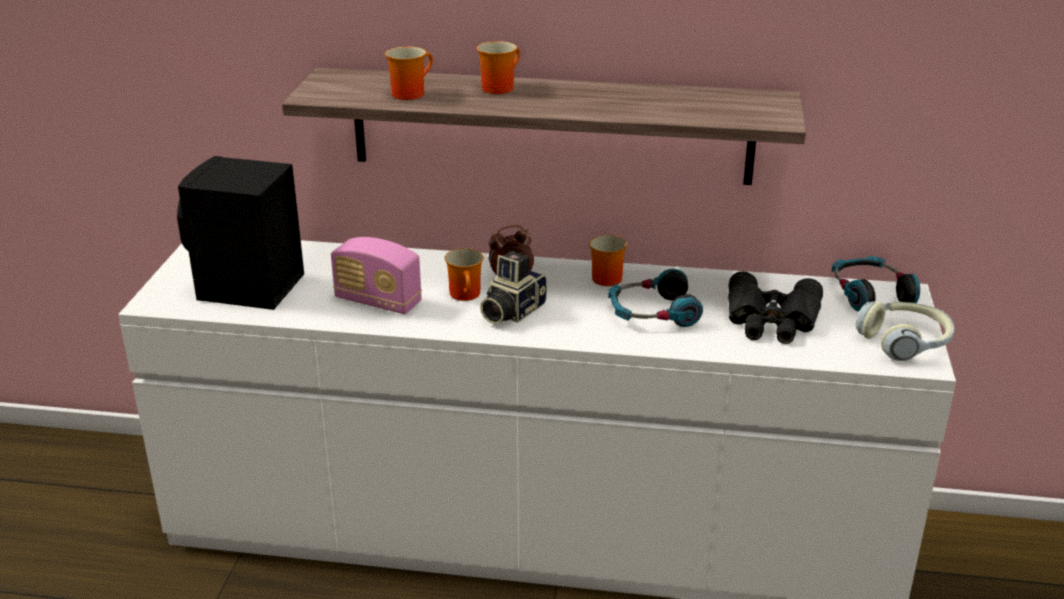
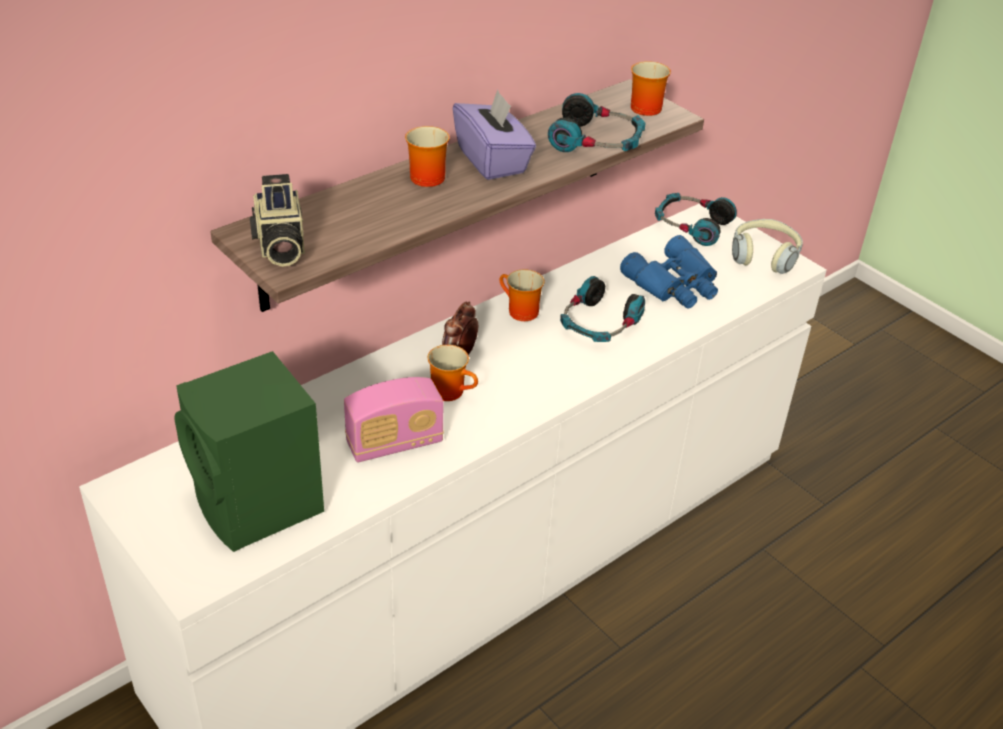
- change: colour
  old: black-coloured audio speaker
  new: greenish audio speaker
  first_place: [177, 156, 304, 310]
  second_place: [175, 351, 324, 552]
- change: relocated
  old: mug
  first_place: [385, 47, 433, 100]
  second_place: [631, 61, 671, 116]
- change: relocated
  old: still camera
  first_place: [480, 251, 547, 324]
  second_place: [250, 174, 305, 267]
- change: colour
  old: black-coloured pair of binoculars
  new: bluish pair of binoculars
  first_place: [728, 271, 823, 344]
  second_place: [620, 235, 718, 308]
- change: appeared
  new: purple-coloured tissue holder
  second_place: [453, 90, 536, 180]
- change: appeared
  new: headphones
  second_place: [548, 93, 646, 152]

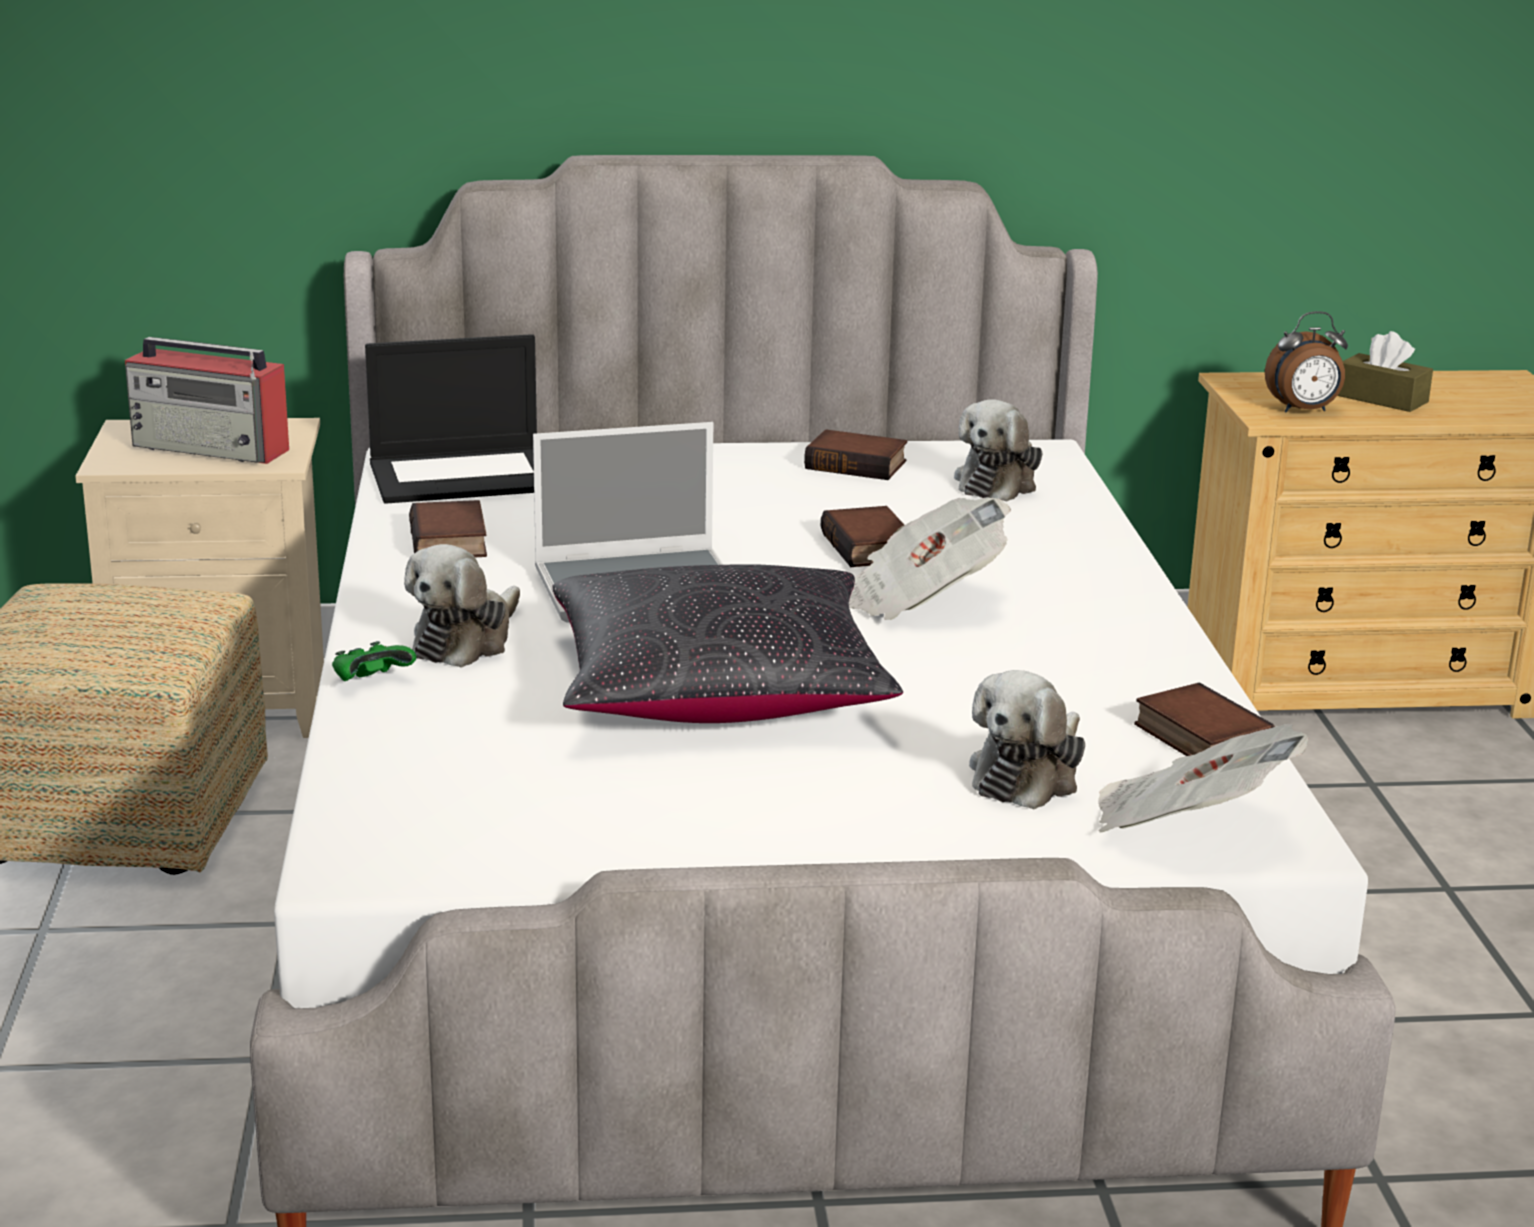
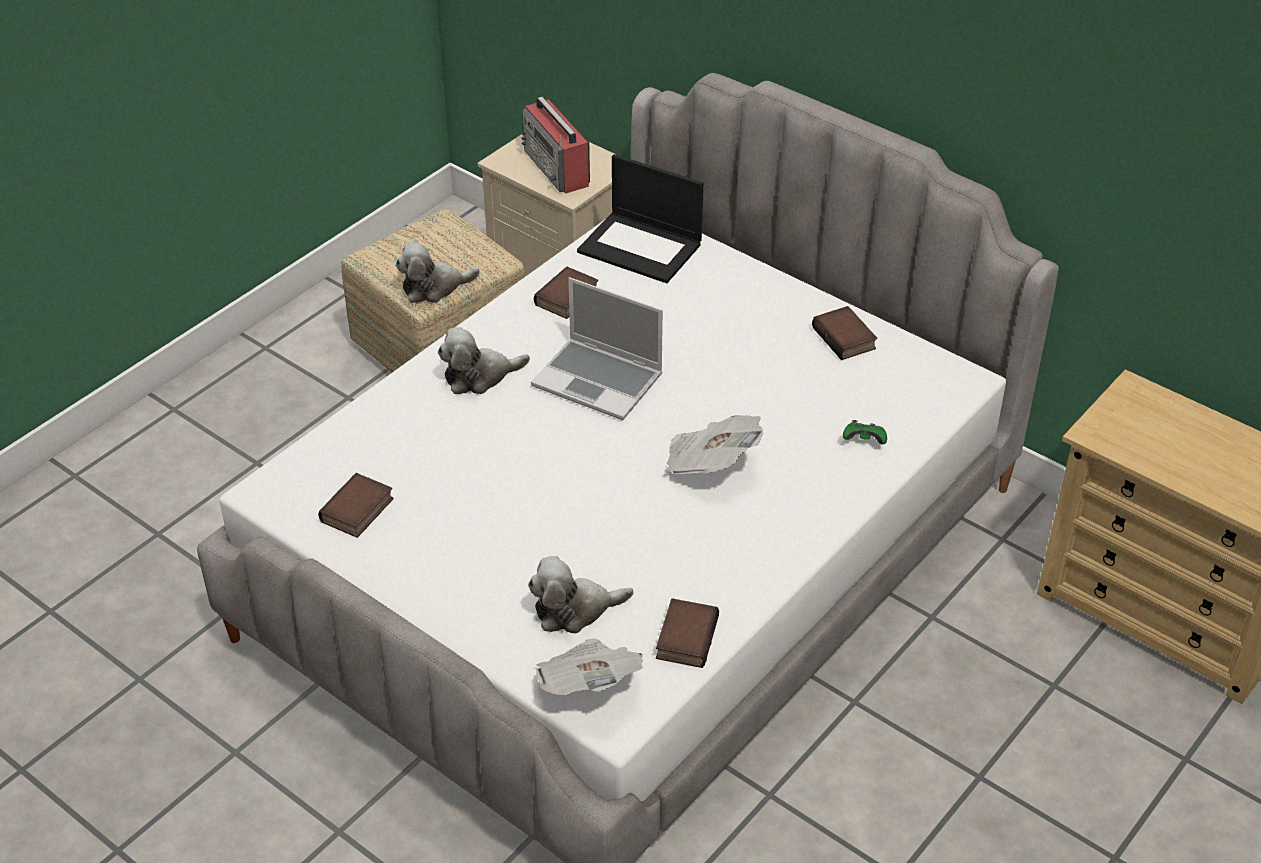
- change: relocated
  old: greenish game controller
  first_place: [332, 641, 416, 681]
  second_place: [843, 420, 887, 445]
- change: missing
  old: black-coloured cushion
  first_place: [552, 564, 903, 723]
- change: relocated
  old: book
  first_place: [821, 506, 904, 567]
  second_place: [318, 473, 393, 538]
- change: relocated
  old: cuddly toy
  first_place: [954, 399, 1043, 502]
  second_place: [396, 242, 480, 303]
- change: missing
  old: bedside clock
  first_place: [1265, 311, 1348, 412]
- change: missing
  old: brown-coloured tissue holder
  first_place: [1337, 331, 1433, 412]

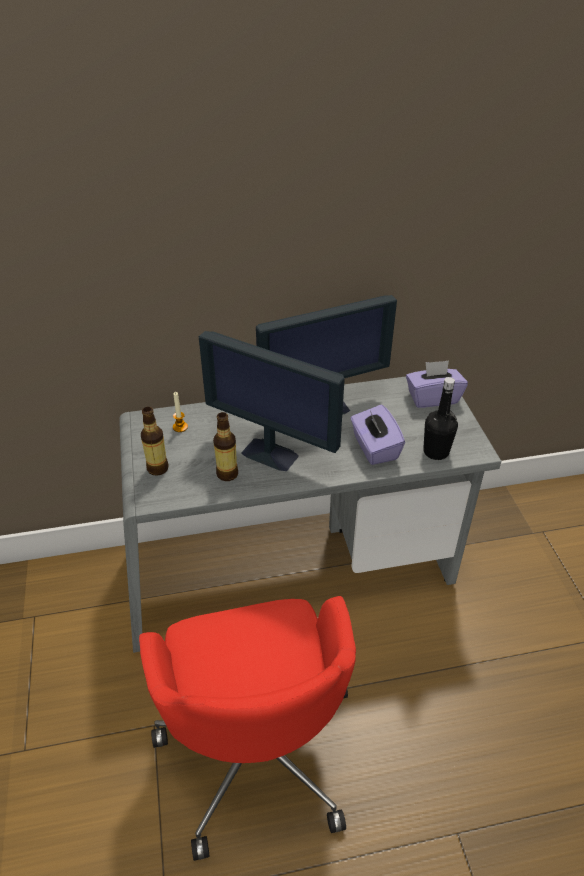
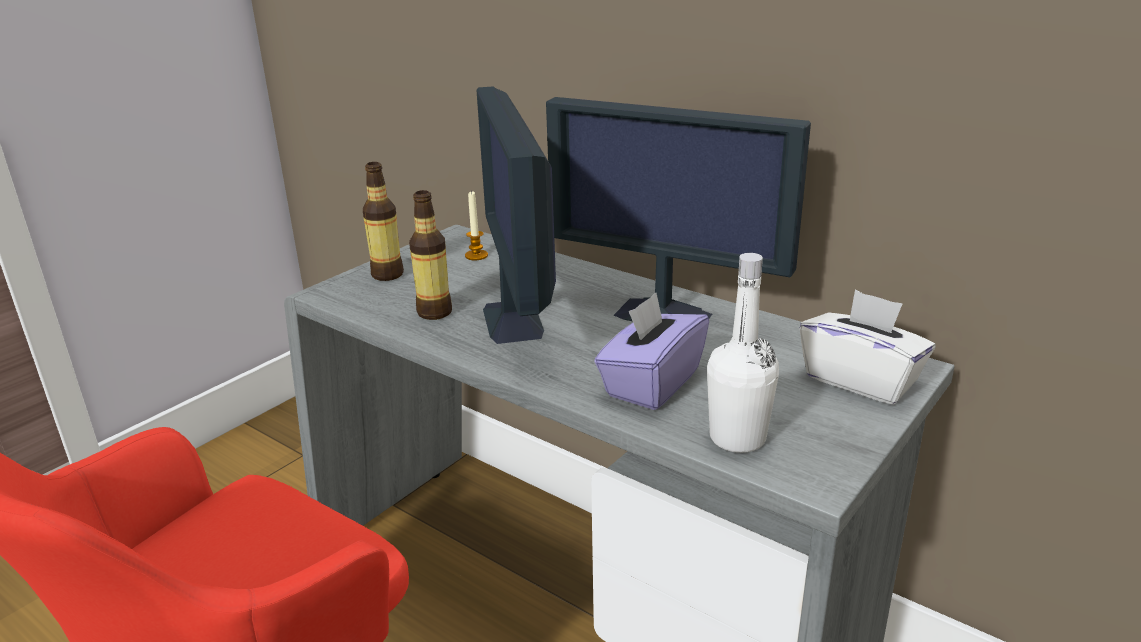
- change: colour
  old: purple-coloured tissue holder
  new: white tissue holder
  first_place: [406, 361, 468, 408]
  second_place: [800, 290, 935, 405]
- change: colour
  old: black-coloured beverage bottle
  new: white beverage bottle
  first_place: [423, 377, 458, 460]
  second_place: [707, 253, 779, 453]

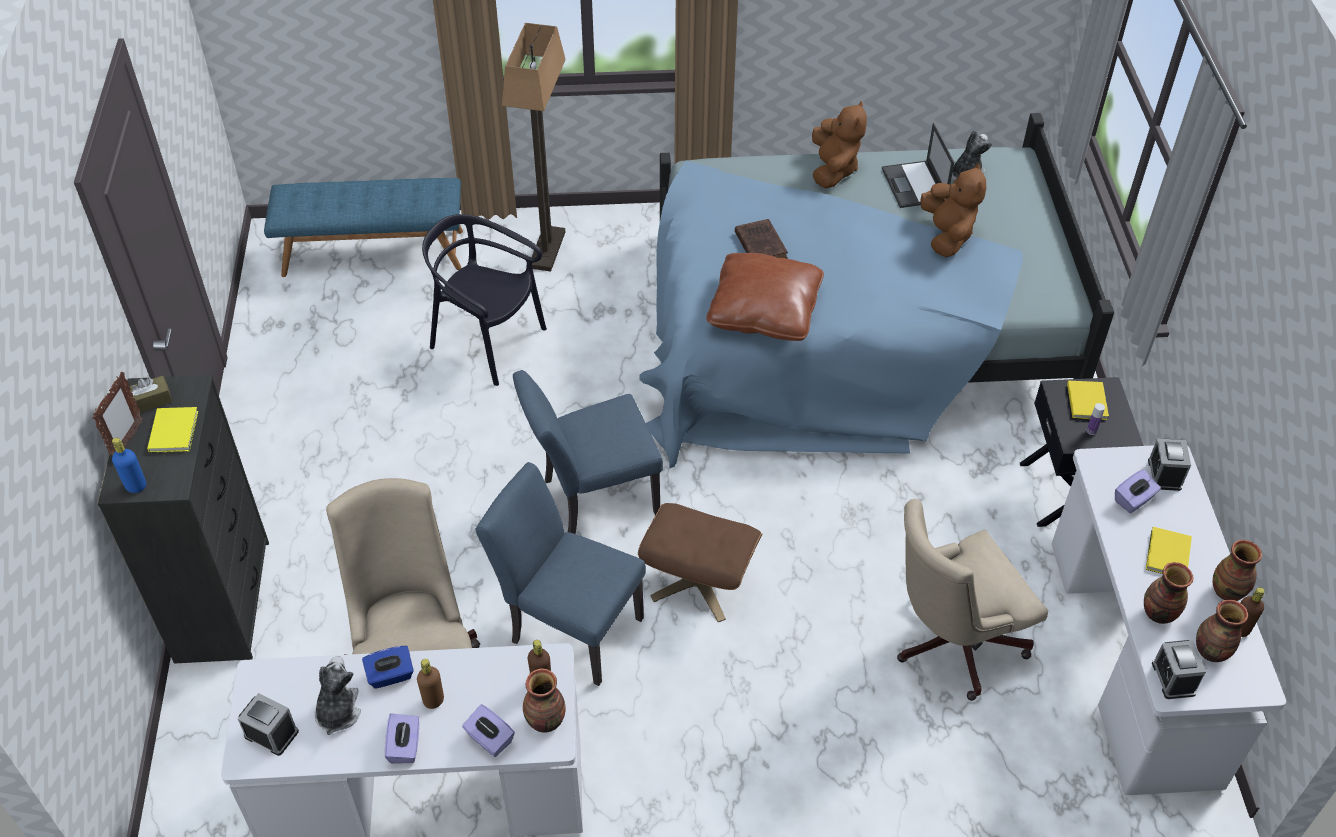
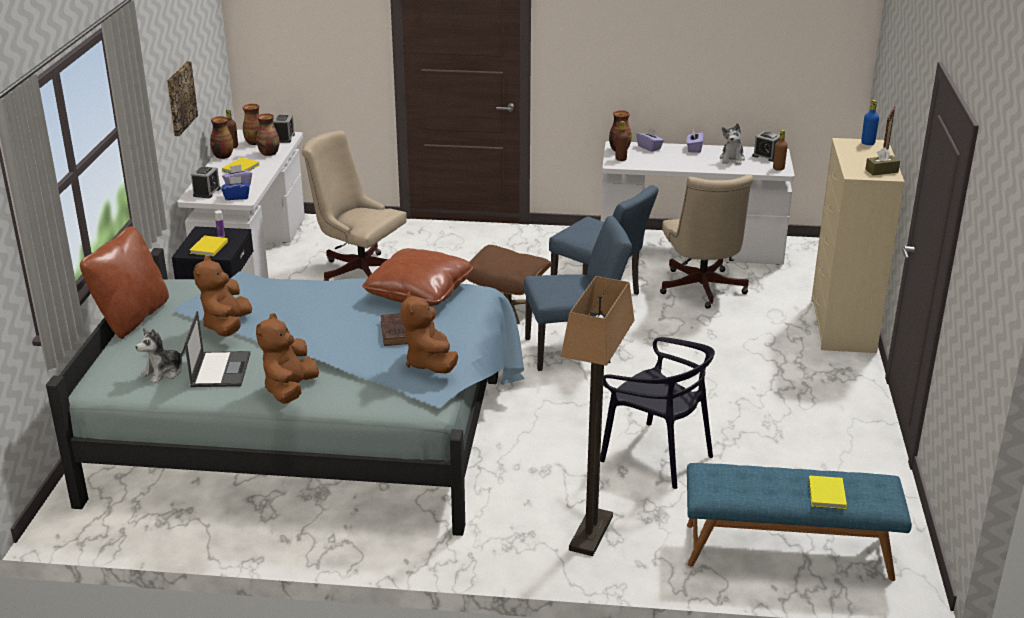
- change: colour
  old: black-coloured chest of drawers
  new: beige-coloured chest of drawers
  first_place: [98, 375, 269, 664]
  second_place: [811, 138, 905, 353]
- change: relocated
  old: yellow book
  first_place: [147, 407, 198, 453]
  second_place: [808, 475, 847, 509]
- change: relocated
  old: bluish tissue holder
  first_place: [362, 646, 414, 689]
  second_place: [221, 176, 250, 200]
- change: relocated
  old: brown-coloured beverage bottle
  first_place: [417, 659, 444, 709]
  second_place: [773, 130, 788, 171]
- change: spun
  old: beige-coloured desk chair
  first_place: [897, 499, 1048, 701]
  second_place: [302, 130, 407, 281]
  degrees: -135
- change: appeared
  new: brown-coloured cushion
  second_place: [80, 226, 169, 339]
- change: appeared
  new: picture
  second_place: [167, 61, 198, 136]
- change: appeared
  new: brown-coloured cuddly toy
  second_place: [400, 292, 458, 373]

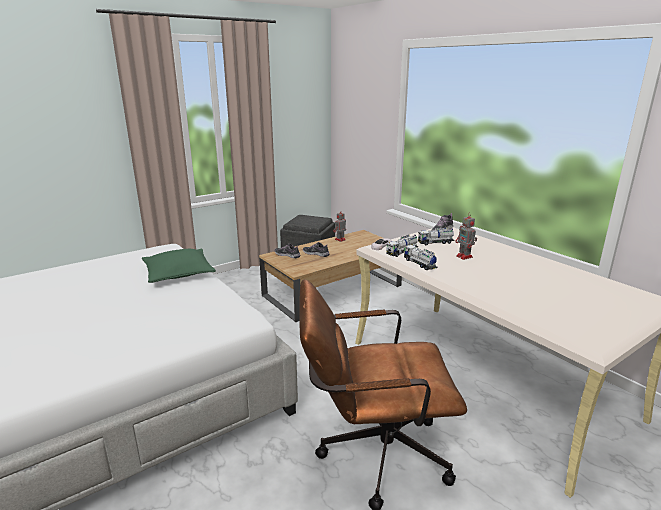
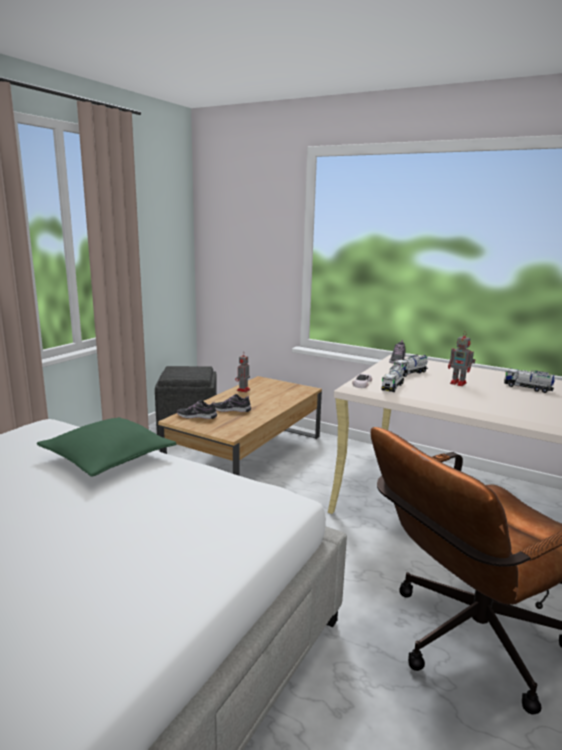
- change: relocated
  old: model truck
  first_place: [404, 245, 438, 270]
  second_place: [504, 368, 554, 393]

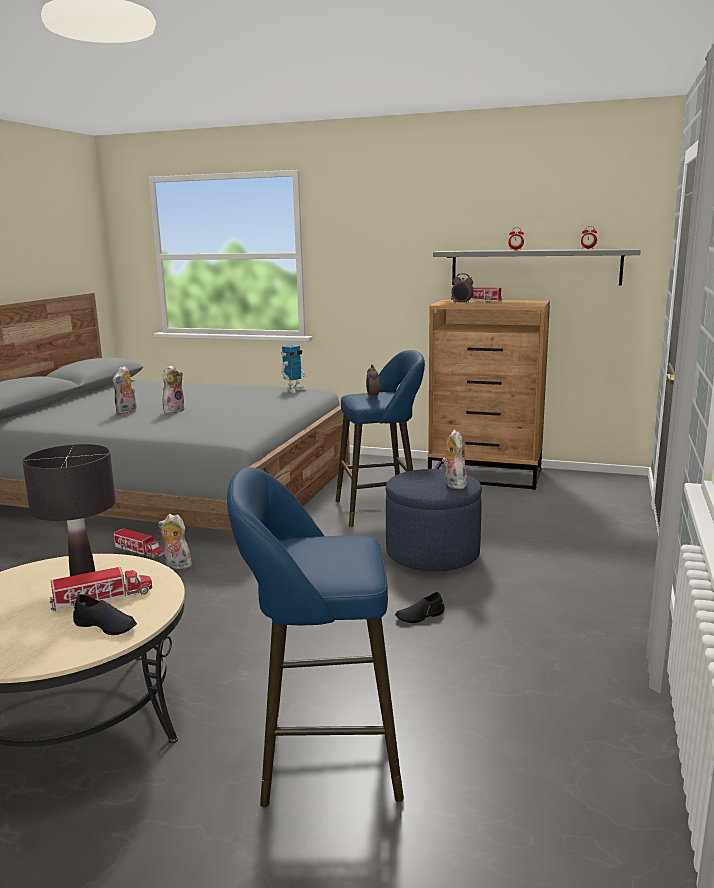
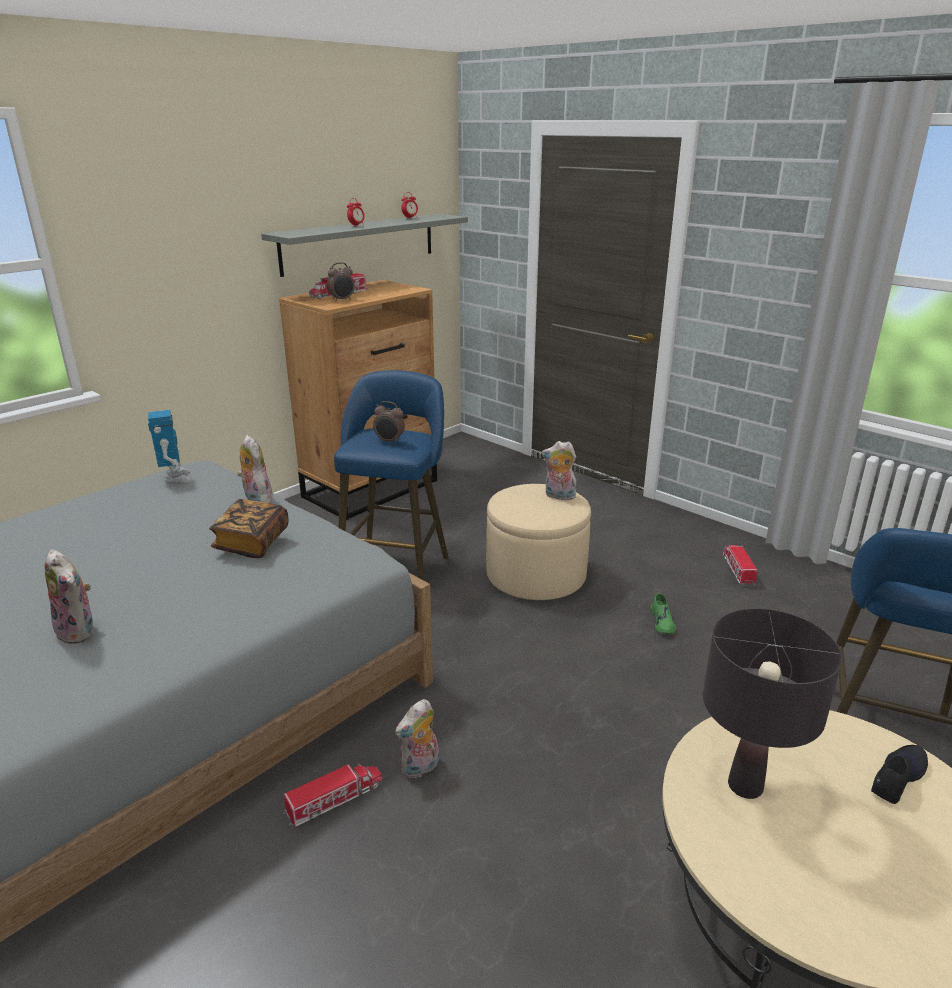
- change: relocated
  old: model truck
  first_place: [50, 567, 152, 611]
  second_place: [723, 545, 758, 586]
- change: relocated
  old: cuddly toy
  first_place: [163, 365, 184, 413]
  second_place: [237, 435, 274, 503]
- change: colour
  old: bluish footrest
  new: beige-coloured footrest
  first_place: [386, 469, 482, 571]
  second_place: [486, 484, 591, 600]
- change: colour
  old: black-coloured low shoe
  new: greenish low shoe
  first_place: [395, 592, 444, 623]
  second_place: [651, 593, 676, 634]
- change: appeared
  new: book
  second_place: [209, 499, 289, 558]

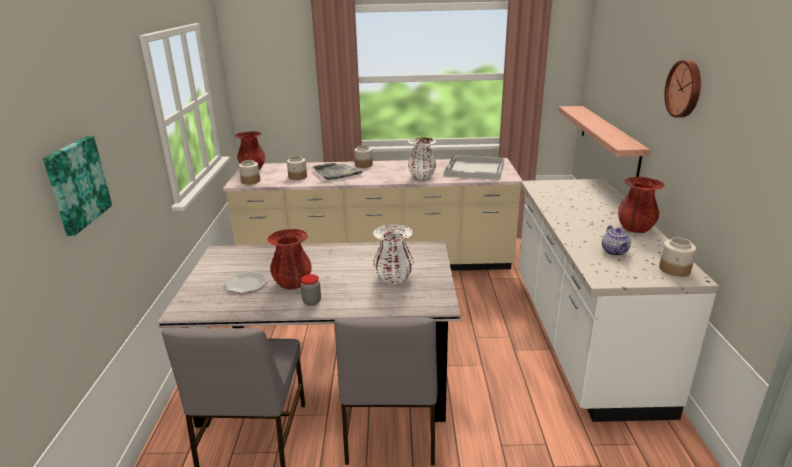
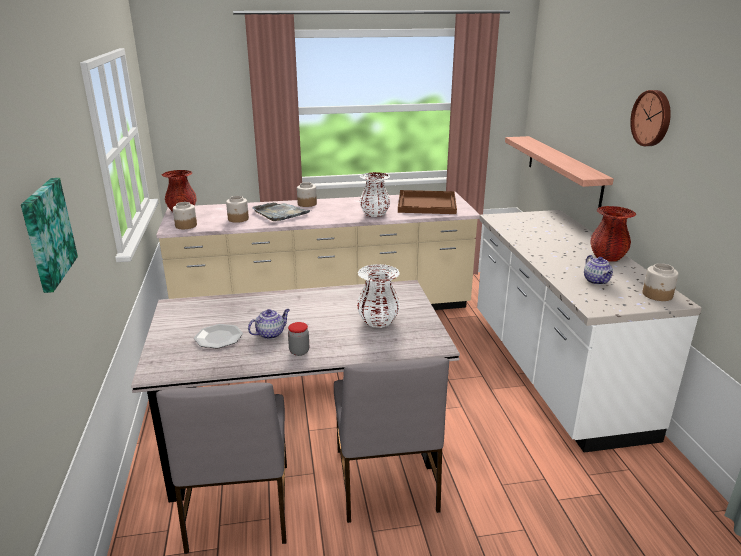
- change: exchanged
  old: reddish decorative vase
  new: tea pot
  first_place: [267, 229, 312, 290]
  second_place: [248, 309, 290, 339]
- change: colour
  old: white serving tray
  new: brown-coloured serving tray
  first_place: [444, 155, 504, 180]
  second_place: [398, 190, 457, 214]

